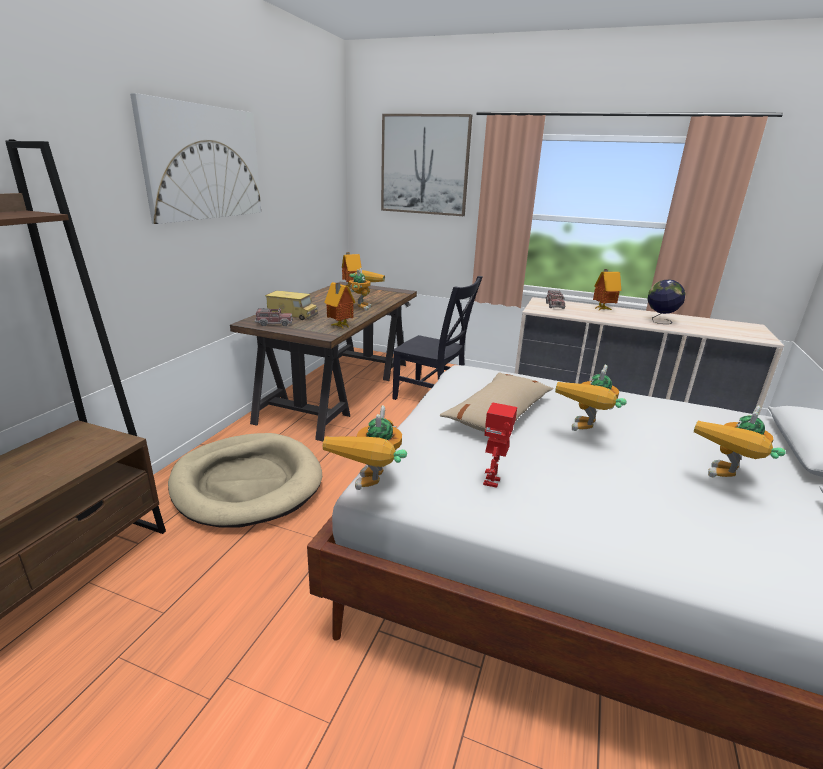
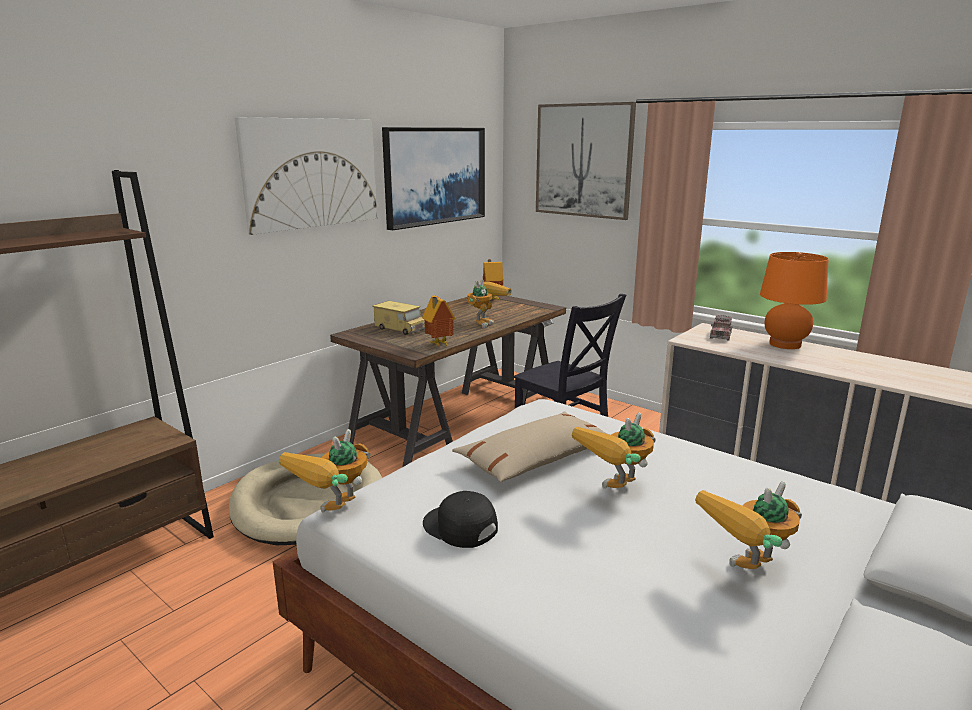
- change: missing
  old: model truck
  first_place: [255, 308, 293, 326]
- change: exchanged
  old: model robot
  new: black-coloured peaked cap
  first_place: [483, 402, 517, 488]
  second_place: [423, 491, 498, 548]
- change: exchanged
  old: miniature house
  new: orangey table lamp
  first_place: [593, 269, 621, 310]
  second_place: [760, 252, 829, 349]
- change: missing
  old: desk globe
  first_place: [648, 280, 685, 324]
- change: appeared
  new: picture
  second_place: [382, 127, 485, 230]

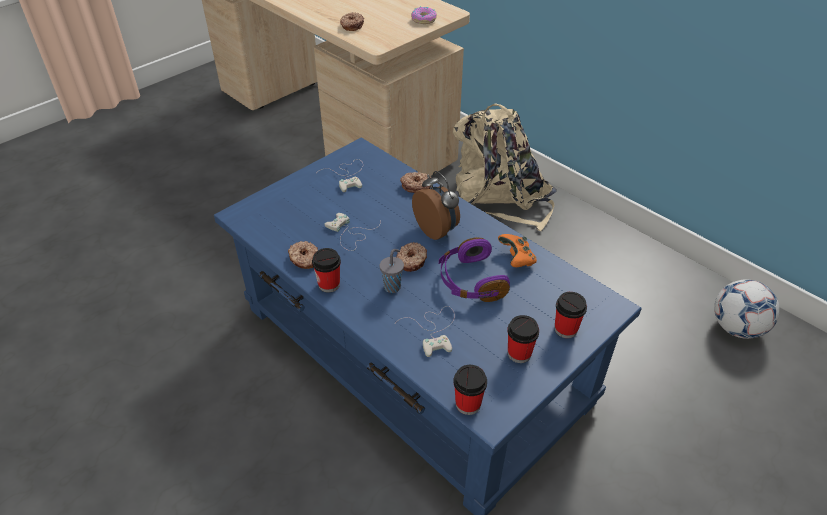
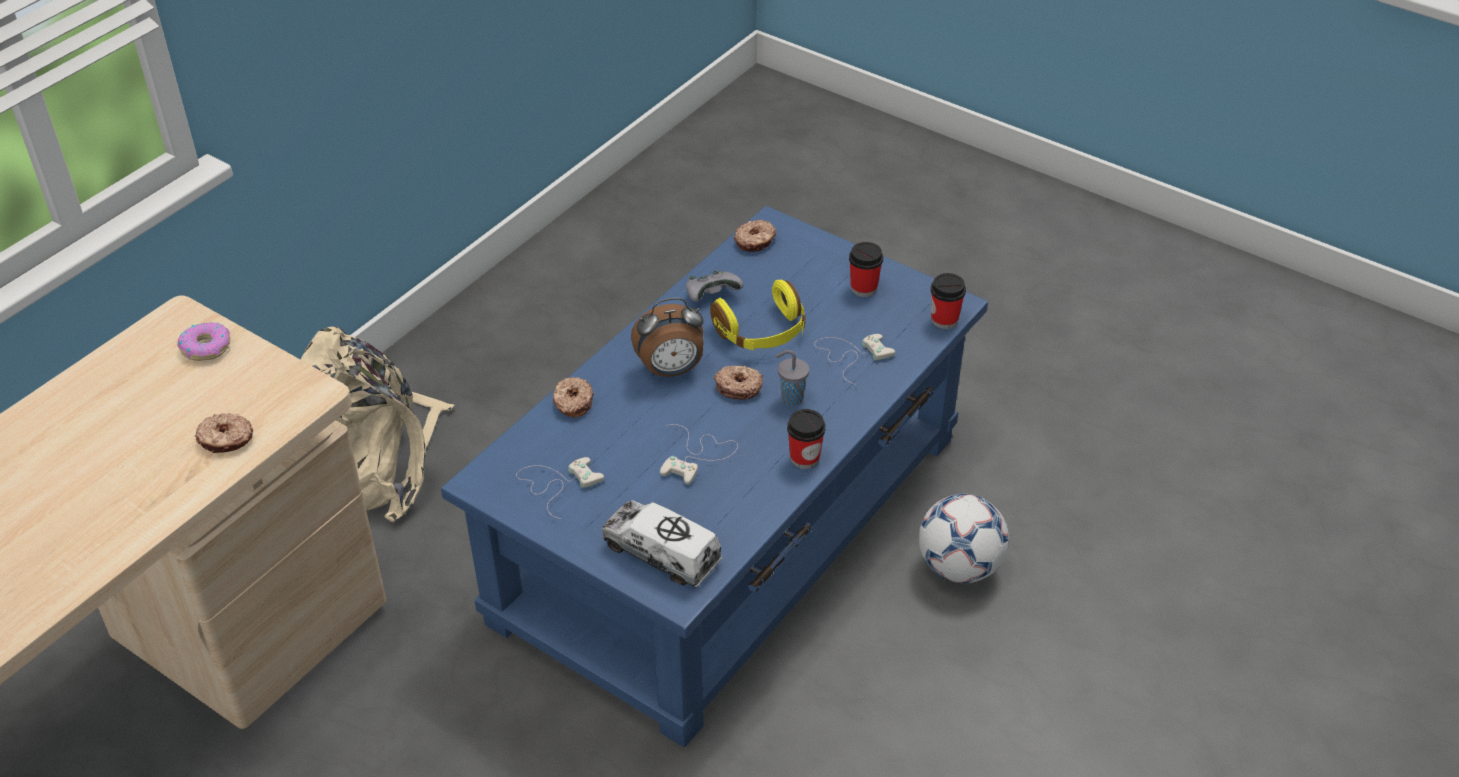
- change: relocated
  old: donut
  first_place: [288, 241, 318, 269]
  second_place: [734, 220, 776, 252]
- change: spun
  old: bedside clock
  first_place: [412, 171, 460, 240]
  second_place: [631, 298, 704, 377]
  degrees: -150
- change: colour
  old: purple-coloured headphones
  new: yellow headphones
  first_place: [439, 237, 510, 302]
  second_place: [710, 280, 806, 350]
- change: colour
  old: orangey game controller
  new: grey game controller
  first_place: [498, 234, 537, 267]
  second_place: [686, 271, 743, 302]
- change: missing
  old: drinking cup
  first_place: [554, 292, 587, 338]
- change: relocated
  old: football ball
  first_place: [714, 279, 780, 339]
  second_place: [919, 494, 1009, 583]
- change: appeared
  new: model truck
  second_place: [602, 500, 722, 588]

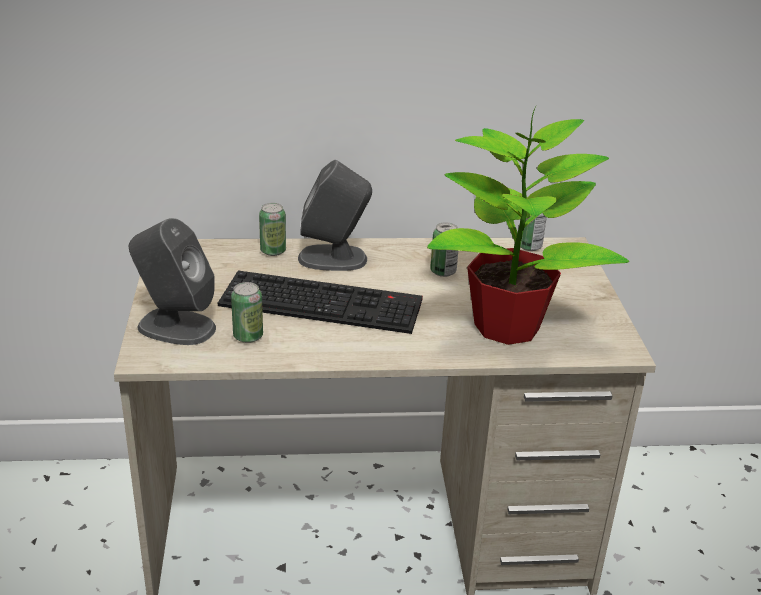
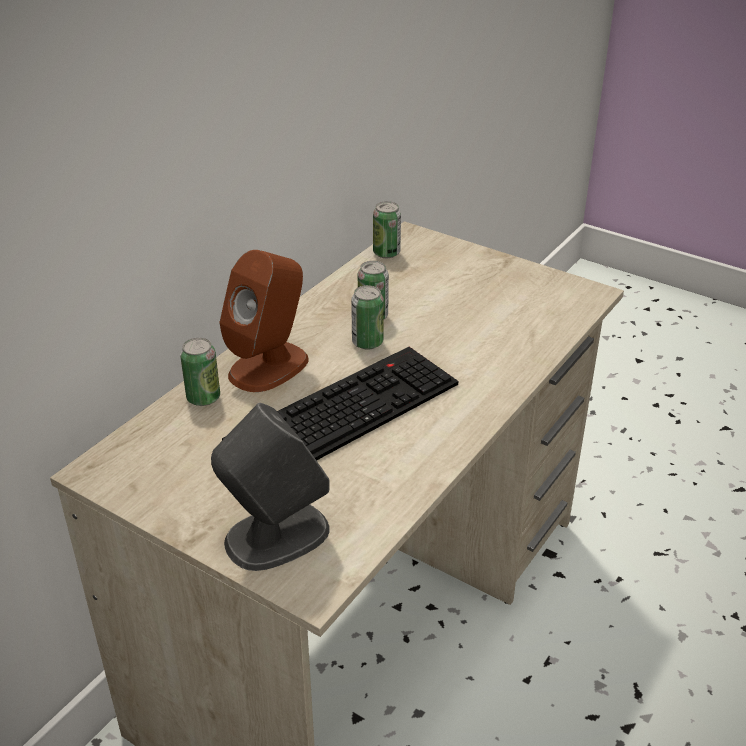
- change: relocated
  old: can
  first_place: [231, 282, 263, 343]
  second_place: [351, 285, 384, 350]
- change: colour
  old: grey audio speaker
  new: brown-coloured audio speaker
  first_place: [298, 160, 372, 271]
  second_place: [219, 250, 309, 392]
- change: missing
  old: houseplant
  first_place: [427, 105, 629, 345]

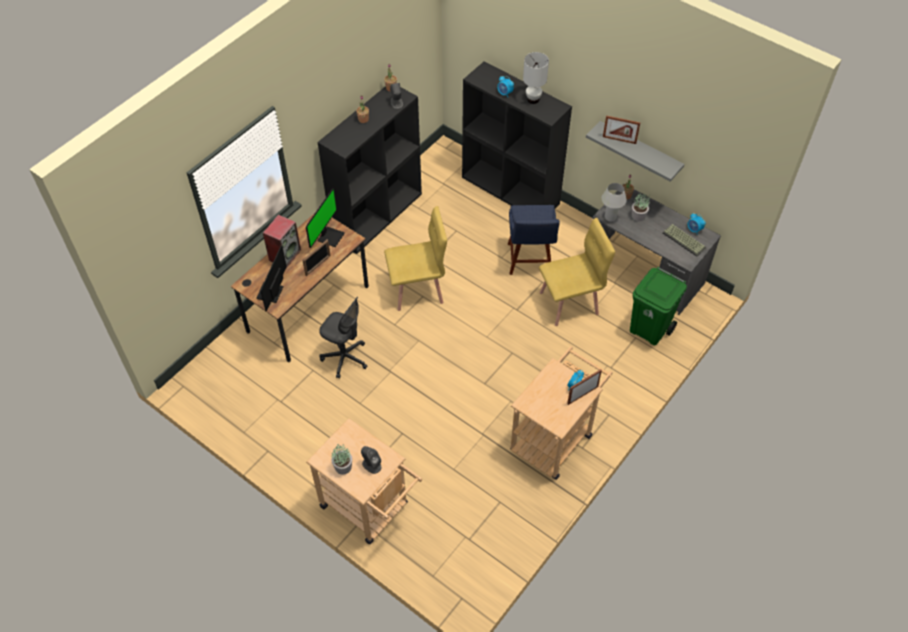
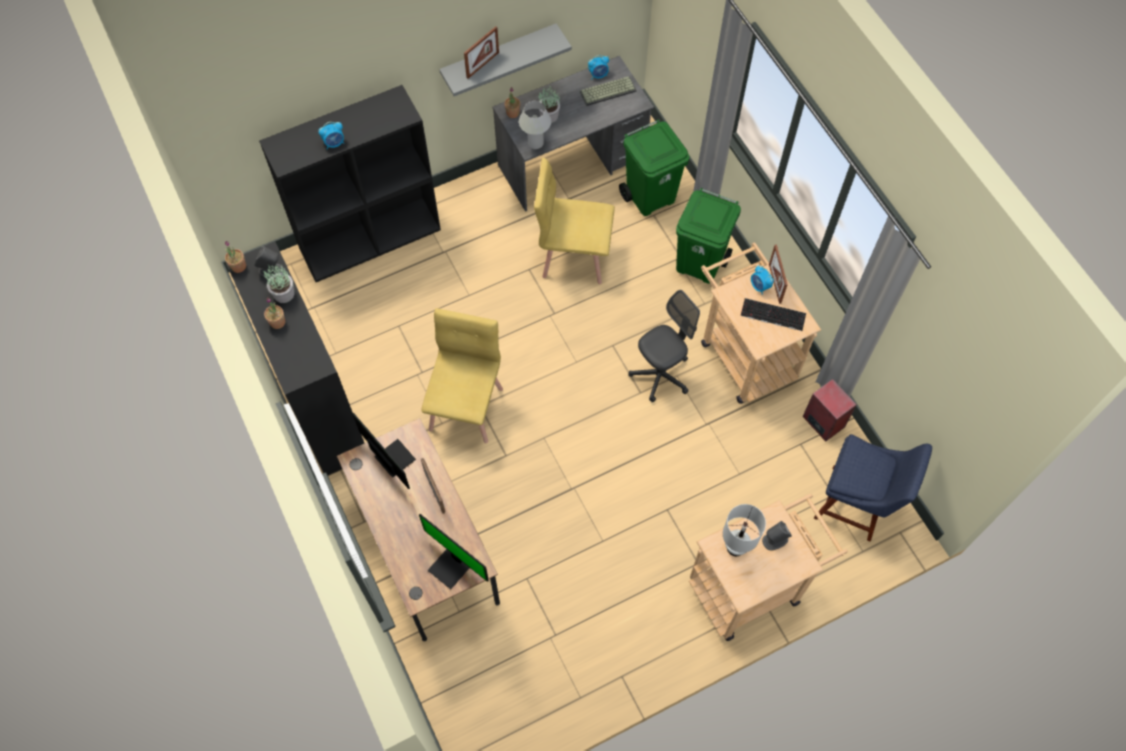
- change: relocated
  old: audio speaker
  first_place: [263, 215, 301, 268]
  second_place: [803, 379, 857, 442]
- change: relocated
  old: grey desk chair
  first_place: [319, 297, 368, 379]
  second_place: [628, 290, 700, 402]
- change: relocated
  old: houseplant
  first_place: [331, 443, 352, 475]
  second_place: [264, 264, 295, 303]
- change: relocated
  old: bluish chair
  first_place: [508, 205, 560, 275]
  second_place: [814, 434, 932, 542]
- change: relocated
  old: white table lamp
  first_place: [523, 52, 549, 104]
  second_place: [723, 504, 766, 556]
- change: spun
  old: yellow chair
  first_place: [539, 218, 615, 326]
  second_place: [534, 158, 615, 284]
  degrees: -90
- change: appeared
  new: greenish trash can
  second_place: [676, 188, 741, 284]
- change: appeared
  new: keyboard
  second_place: [740, 298, 806, 331]

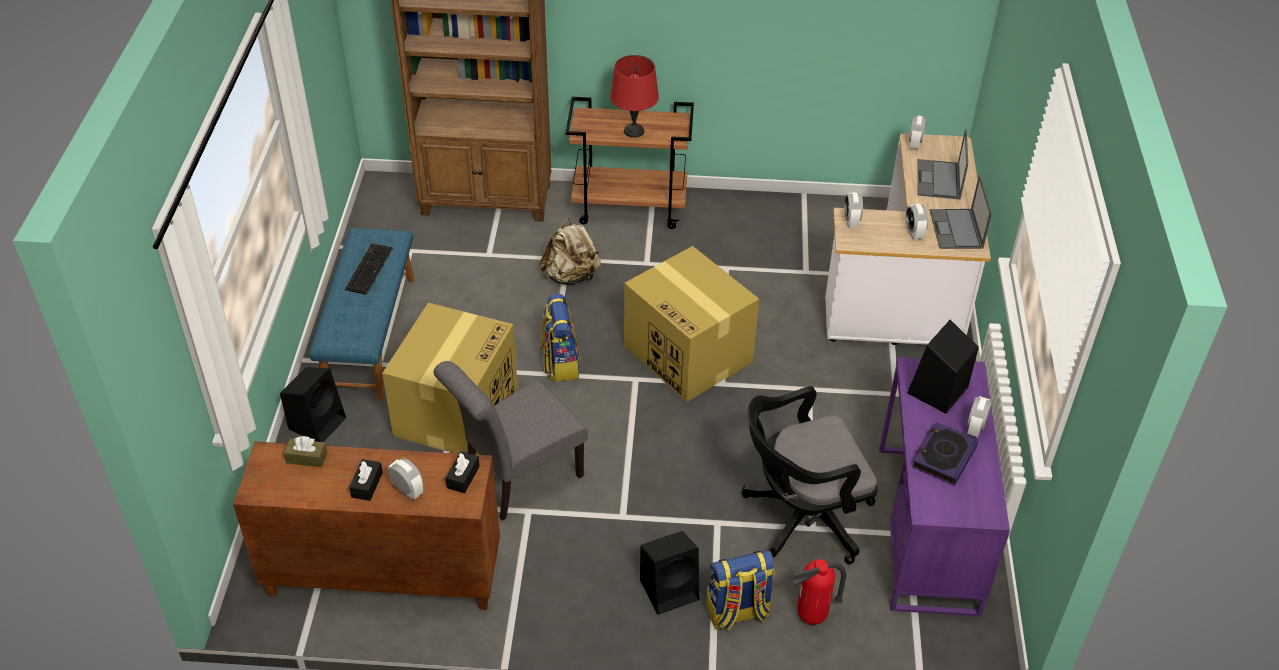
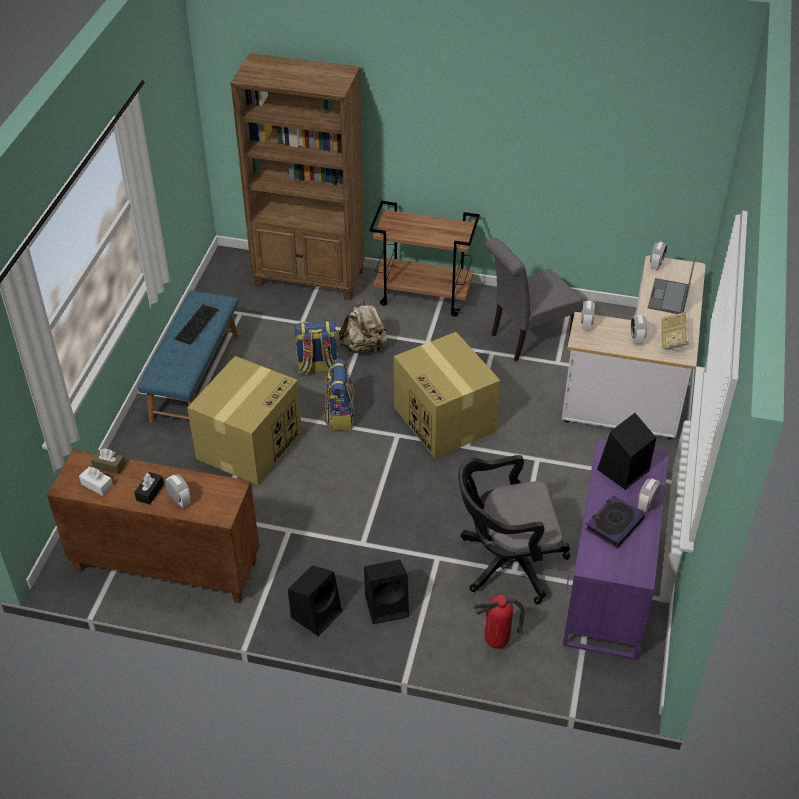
- change: relocated
  old: black-coloured audio speaker
  first_place: [280, 367, 346, 442]
  second_place: [288, 565, 342, 636]
- change: relocated
  old: grey chair
  first_place: [433, 361, 588, 521]
  second_place: [485, 238, 583, 362]
- change: missing
  old: black-coloured tissue holder
  first_place: [445, 451, 480, 493]
- change: missing
  old: reddish table lamp
  first_place: [610, 55, 659, 138]
- change: relocated
  old: backpack
  first_place: [706, 550, 775, 630]
  second_place: [294, 320, 338, 375]
- change: exchanged
  old: notebook computer
  new: book
  first_place: [930, 175, 992, 249]
  second_place: [661, 312, 689, 352]
- change: appeared
  new: white tissue holder
  second_place: [79, 466, 113, 496]

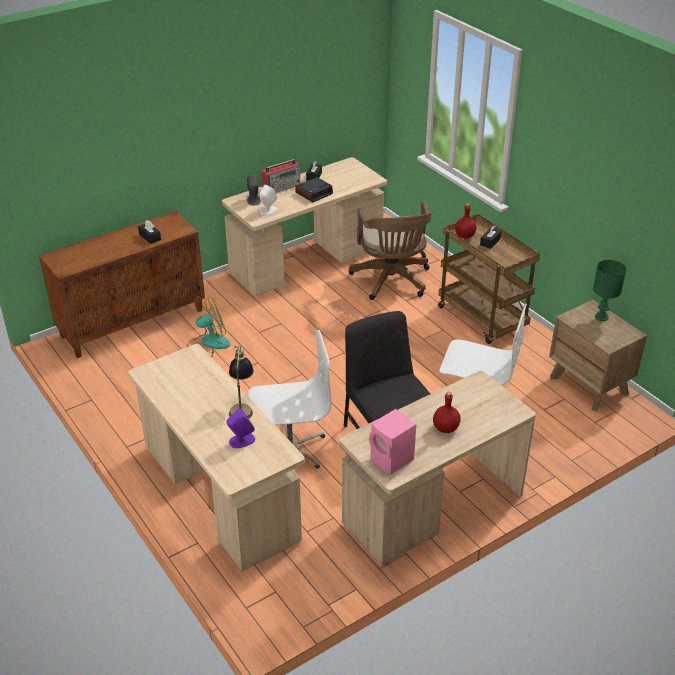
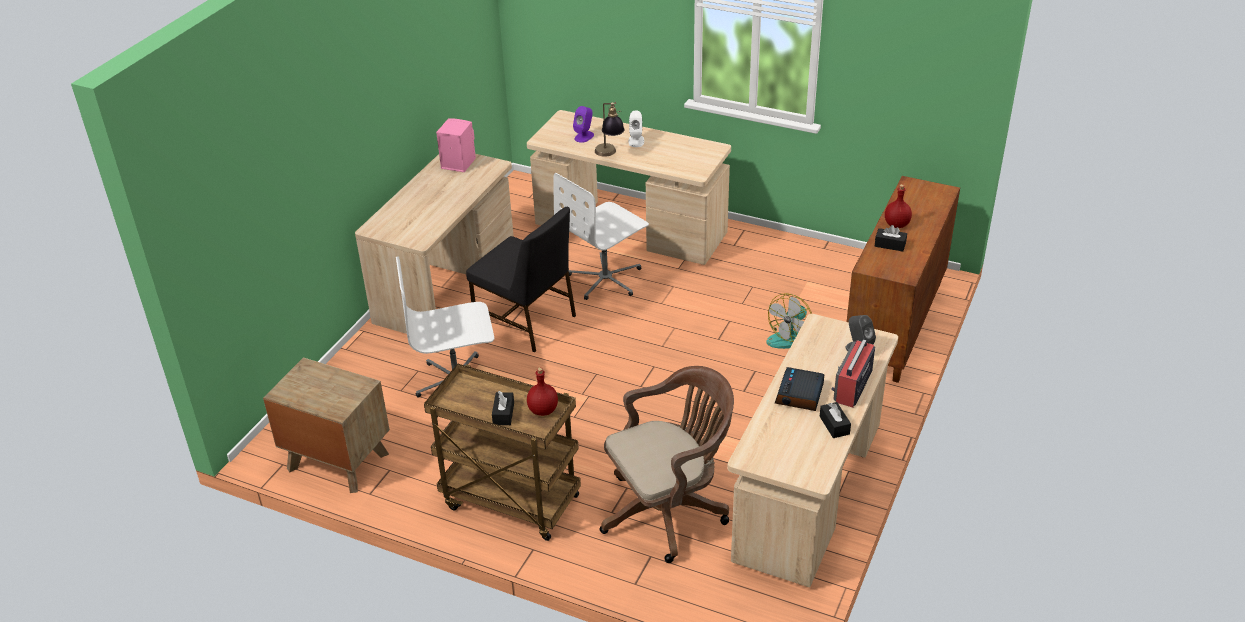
- change: relocated
  old: white audio speaker
  first_place: [259, 185, 277, 216]
  second_place: [628, 110, 644, 147]
- change: spun
  old: brown-coloured desk chair
  first_place: [349, 202, 432, 300]
  second_place: [600, 366, 734, 563]
  degrees: 105
- change: relocated
  old: reddish beverage bottle
  first_place: [433, 392, 461, 433]
  second_place: [885, 184, 912, 228]
- change: missing
  old: greenish table lamp
  first_place: [593, 260, 626, 321]

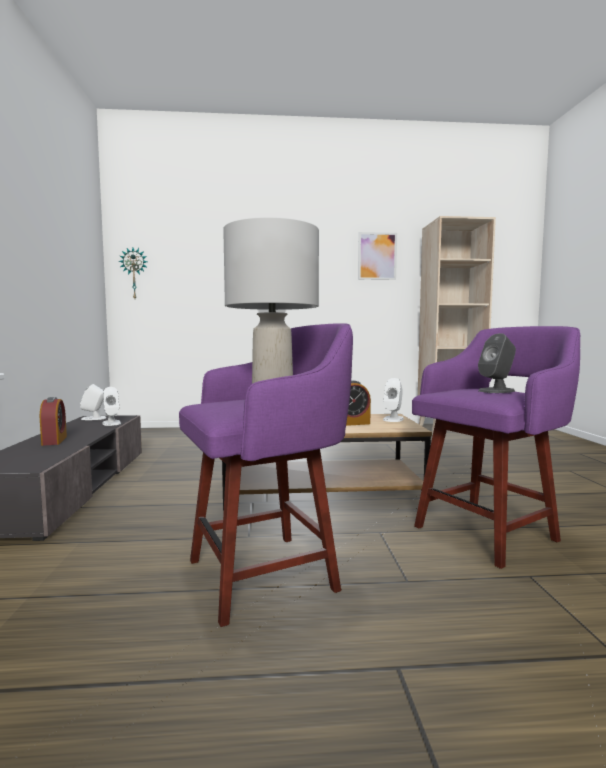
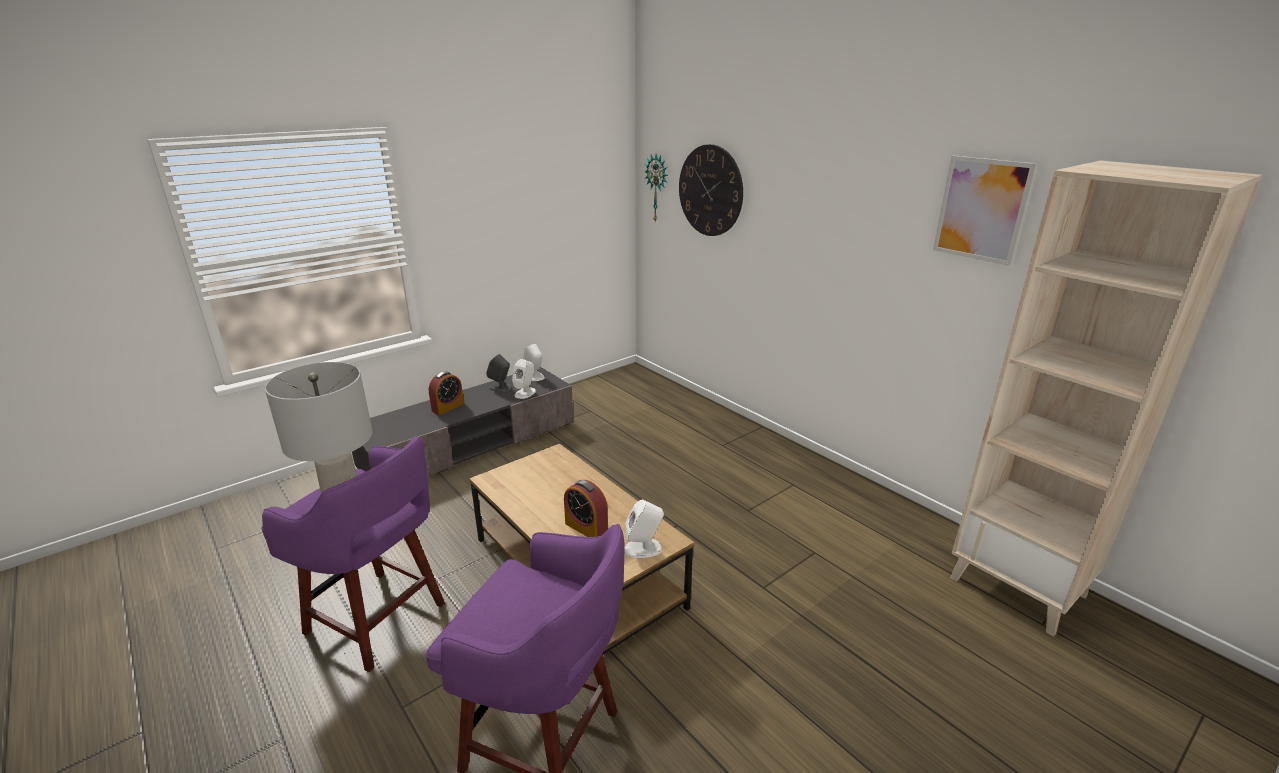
- change: relocated
  old: grey audio speaker
  first_place: [478, 333, 516, 393]
  second_place: [486, 354, 512, 392]
- change: appeared
  new: clock on the wall
  second_place: [679, 144, 743, 236]

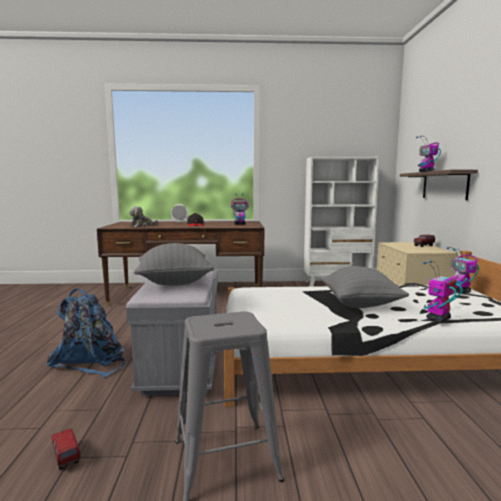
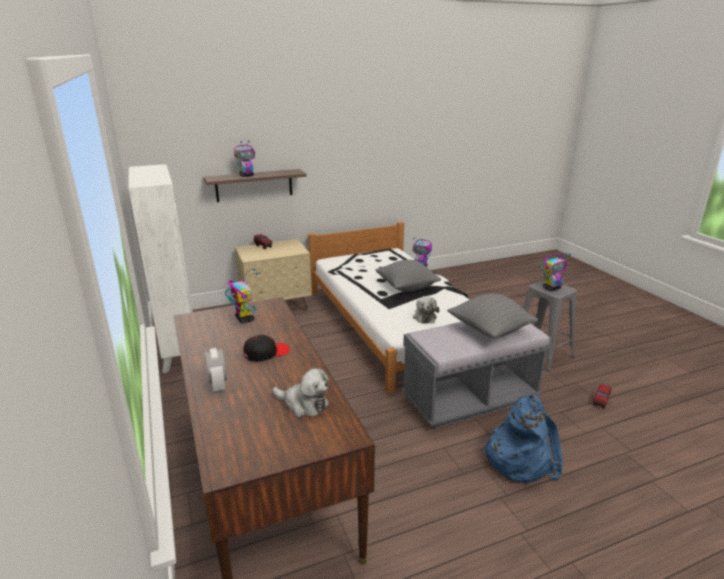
- change: relocated
  old: model robot
  first_place: [447, 247, 479, 293]
  second_place: [541, 253, 571, 291]
- change: appeared
  new: cuddly toy
  second_place: [413, 296, 439, 324]

